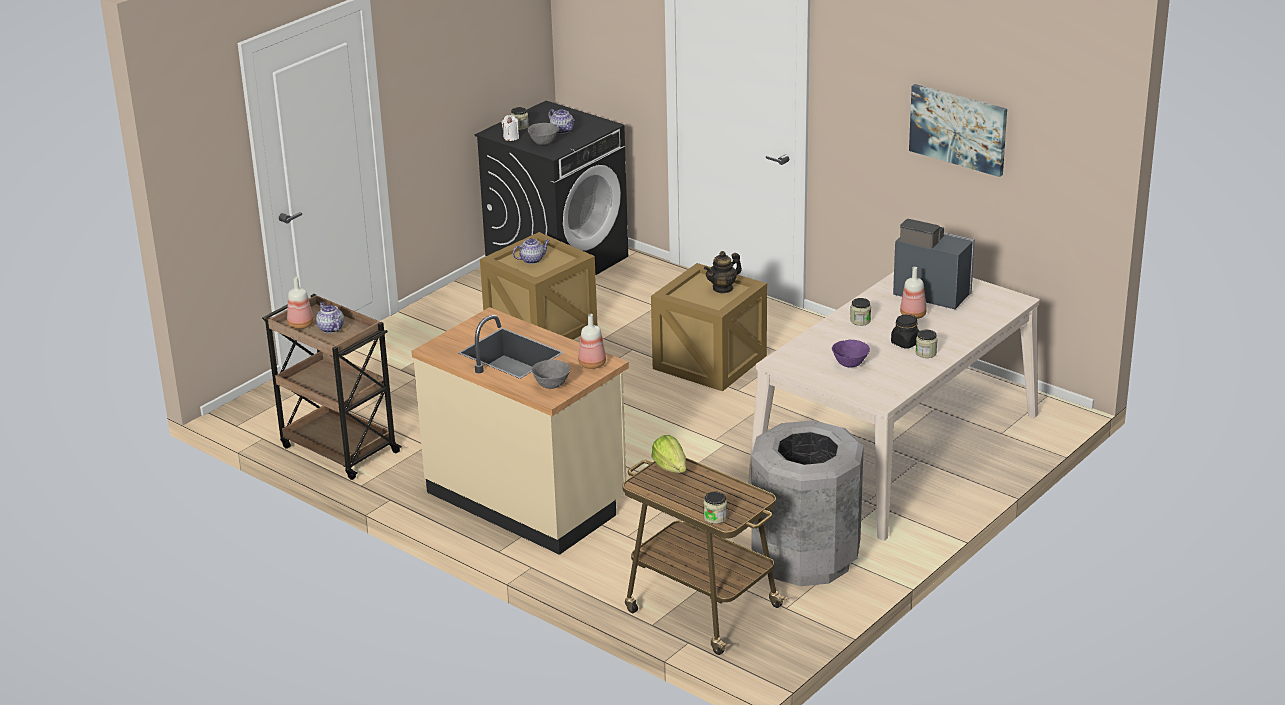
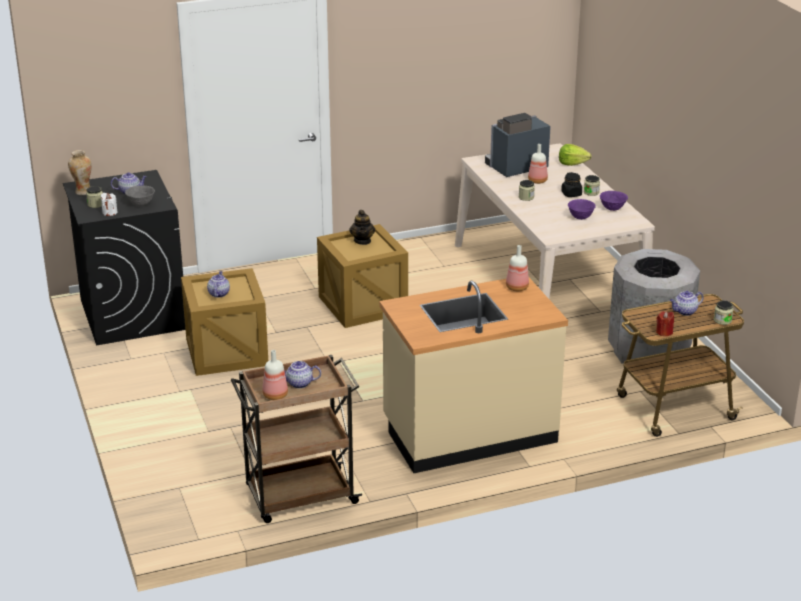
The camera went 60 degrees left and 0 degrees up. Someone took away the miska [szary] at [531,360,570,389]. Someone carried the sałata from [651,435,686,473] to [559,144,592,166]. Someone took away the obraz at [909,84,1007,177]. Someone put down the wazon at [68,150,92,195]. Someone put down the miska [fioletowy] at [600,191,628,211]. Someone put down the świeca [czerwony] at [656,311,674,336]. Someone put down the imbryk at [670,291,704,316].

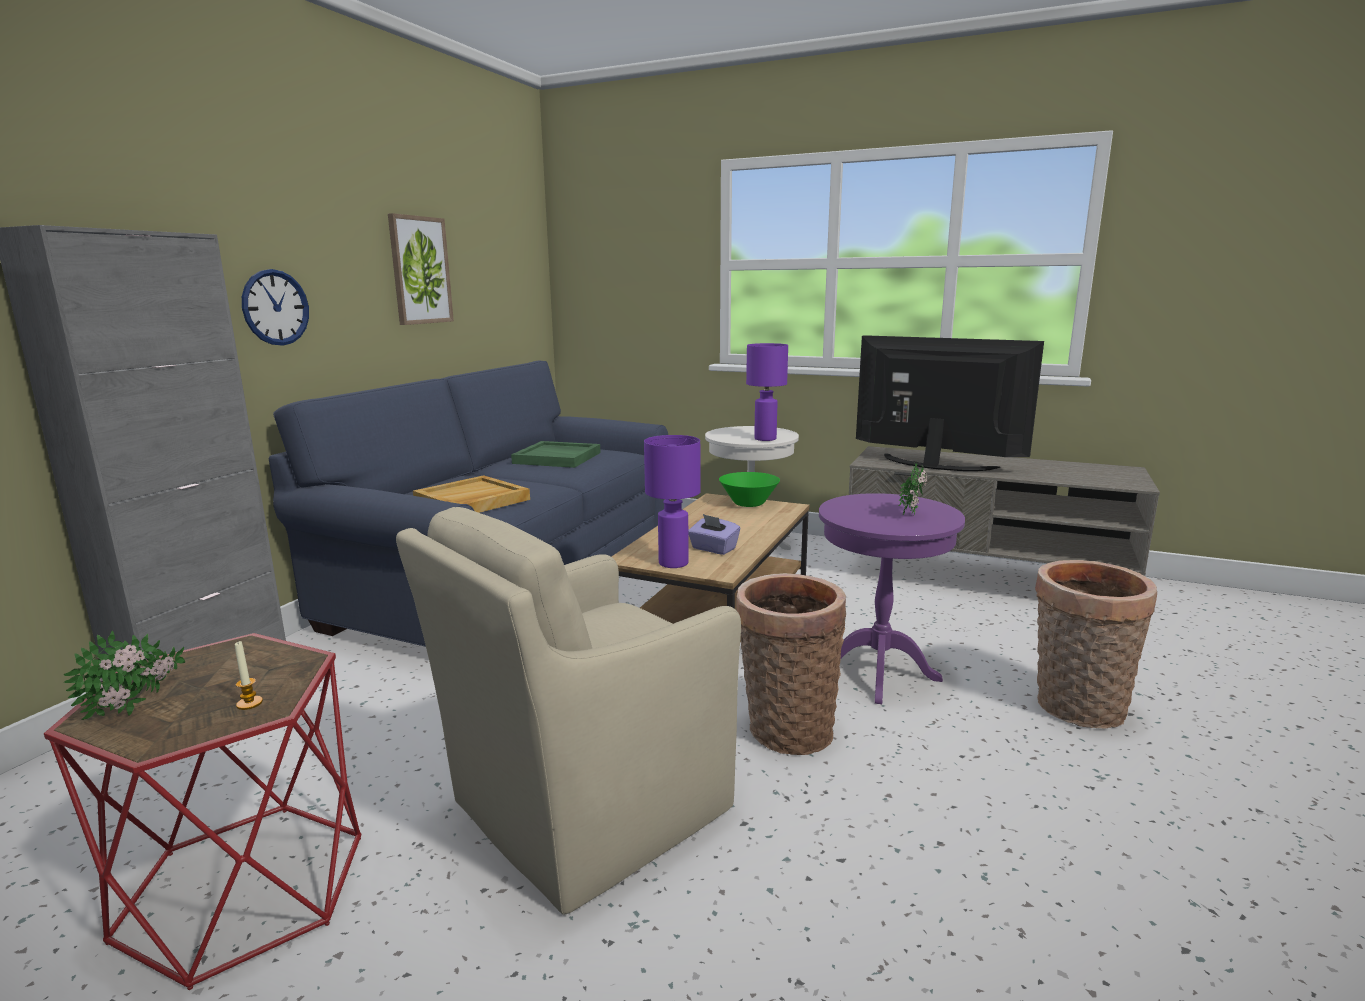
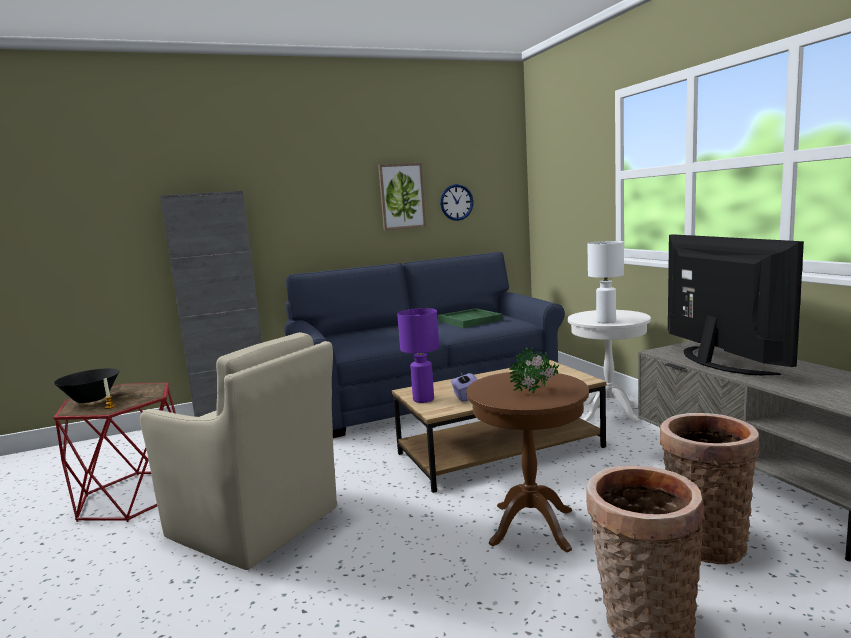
The camera went 45 degrees right and 5 degrees down. Someone swapped the roślina doniczkowa at [64,631,185,720] for the miska [czarny] at [54,368,119,403]. Someone carried the zegar ścienny from [242,269,309,346] to [440,184,473,221]. Someone rotated the fotel [beżowy] at [396,507,741,914] by 150 degrees counterclockwise. Someone took away the taca [beżowy] at [413,475,530,513]. Someone took away the miska [zielony] at [719,472,780,507]. Someone carried the koszyk from [736,573,846,755] to [660,413,760,564]. Someone repainted the lampa stołowa [fioletowy] at [746,343,788,441], which became the lampa stołowa [biały] at [587,241,624,324]. Someone repainted the stolik [fioletowy] at [819,493,965,704], which became the stolik [brązowy] at [466,371,589,552].

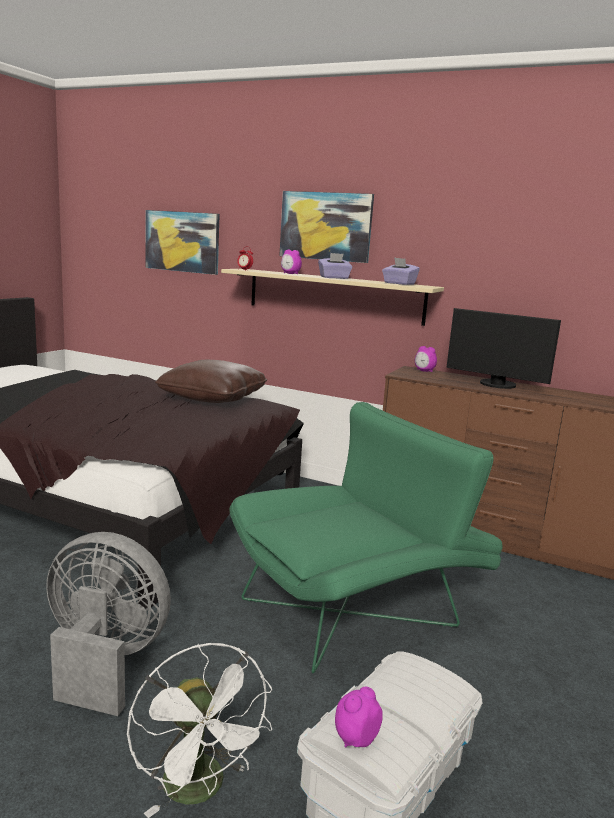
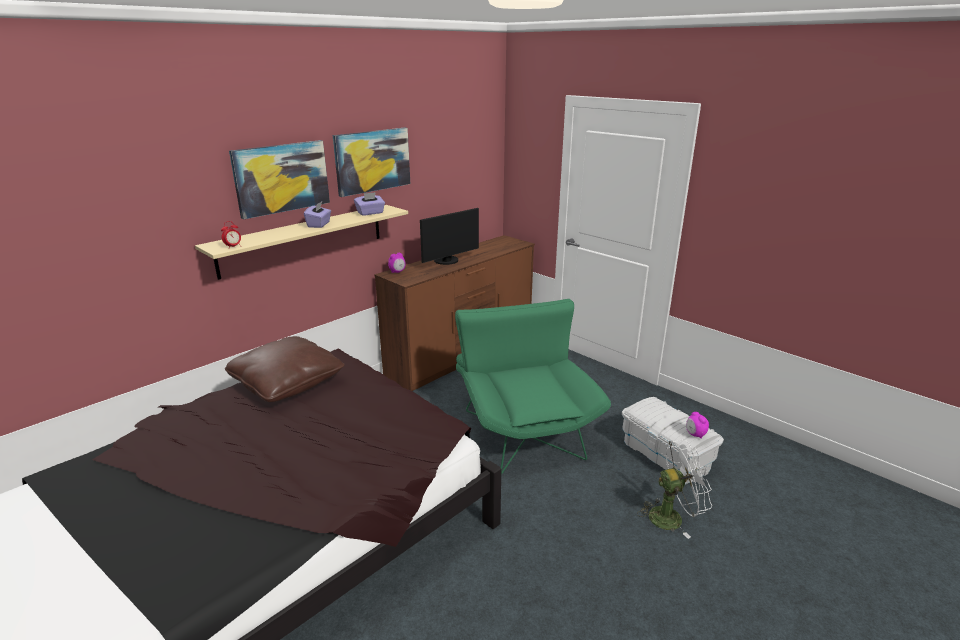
The camera went 70 degrees left and 10 degrees up. Someone took away the wentylator [szary] at [46,532,171,716]. Someone carried the obraz from [145,210,220,275] to [333,128,410,197]. Someone took away the budzik at [281,250,302,274].

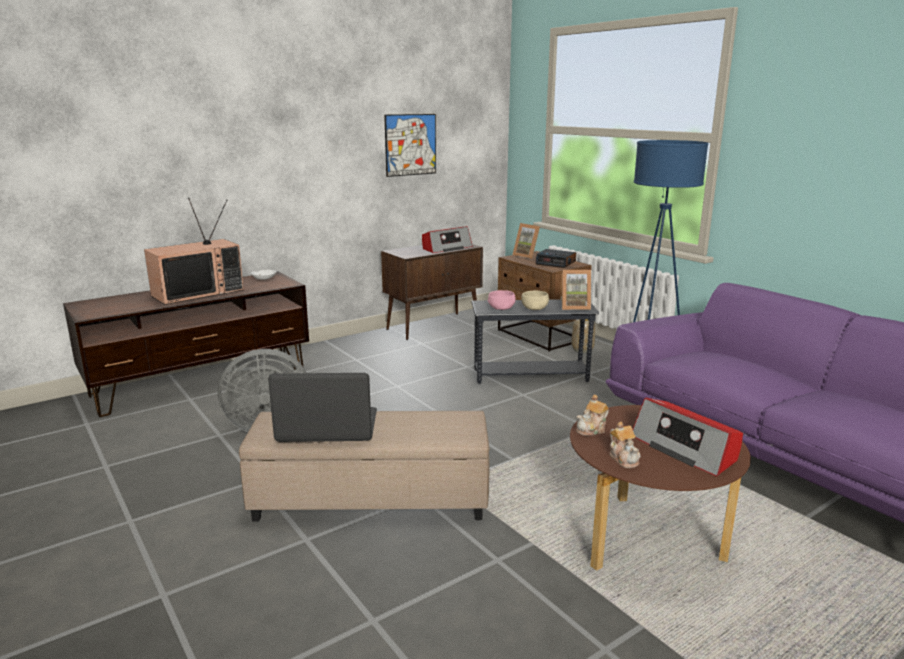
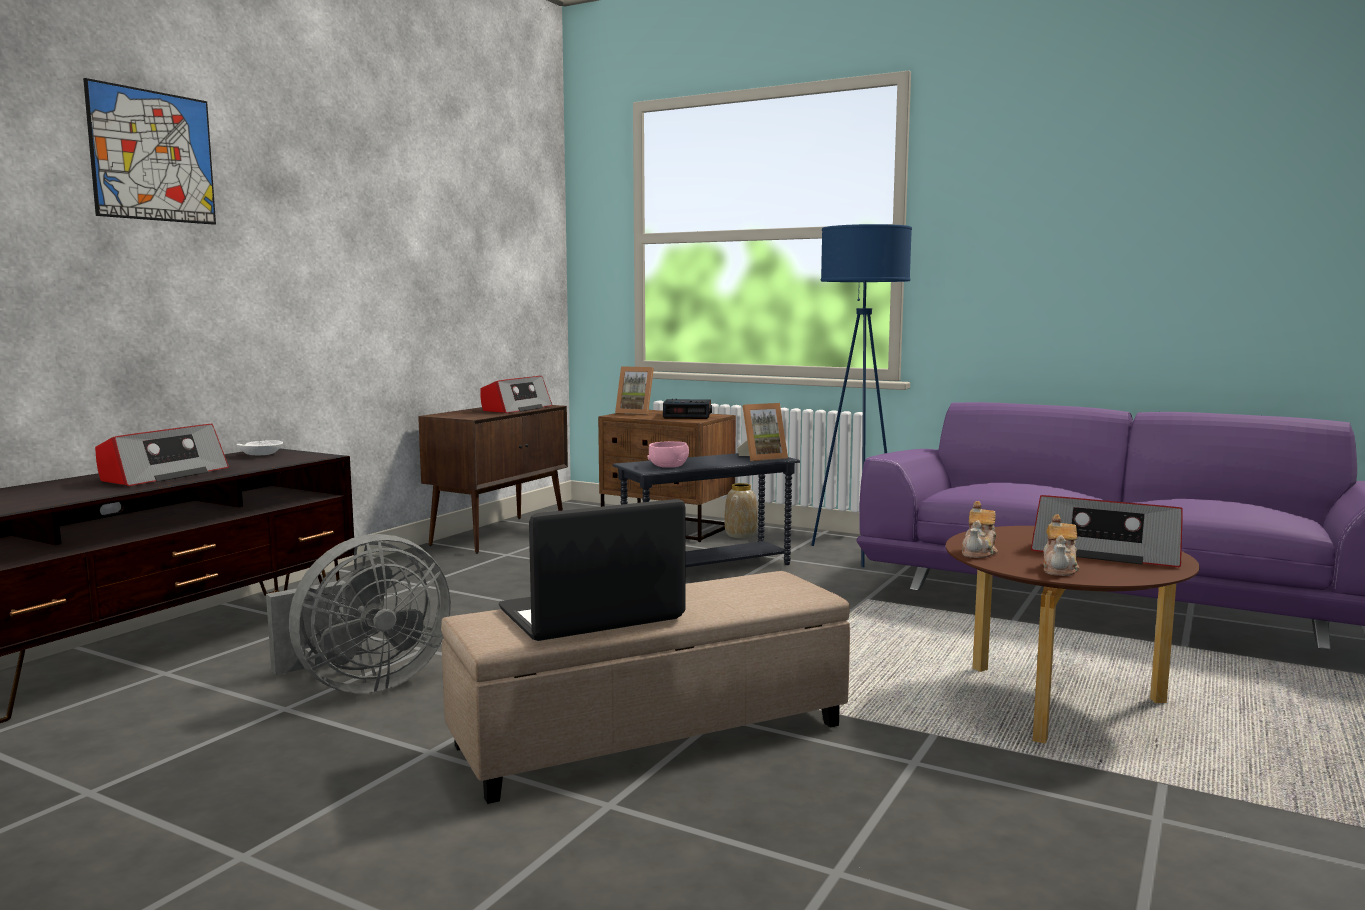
The camera went 25 degrees left and 10 degrees down. Someone swapped the telewizor at [144,198,244,305] for the radio at [95,424,229,486]. Someone carried the obraz from [384,114,436,177] to [83,78,216,225]. Someone took away the miska [beżowy] at [521,291,549,310]. Someone rotated the imbryk at [609,421,640,468] by 60 degrees clockwise.

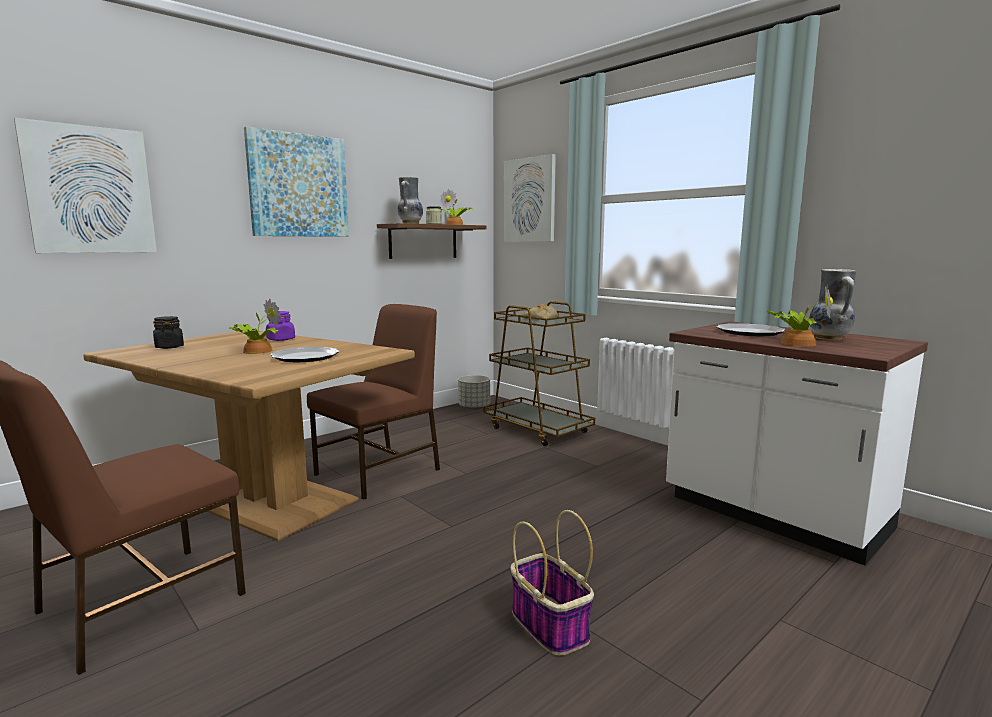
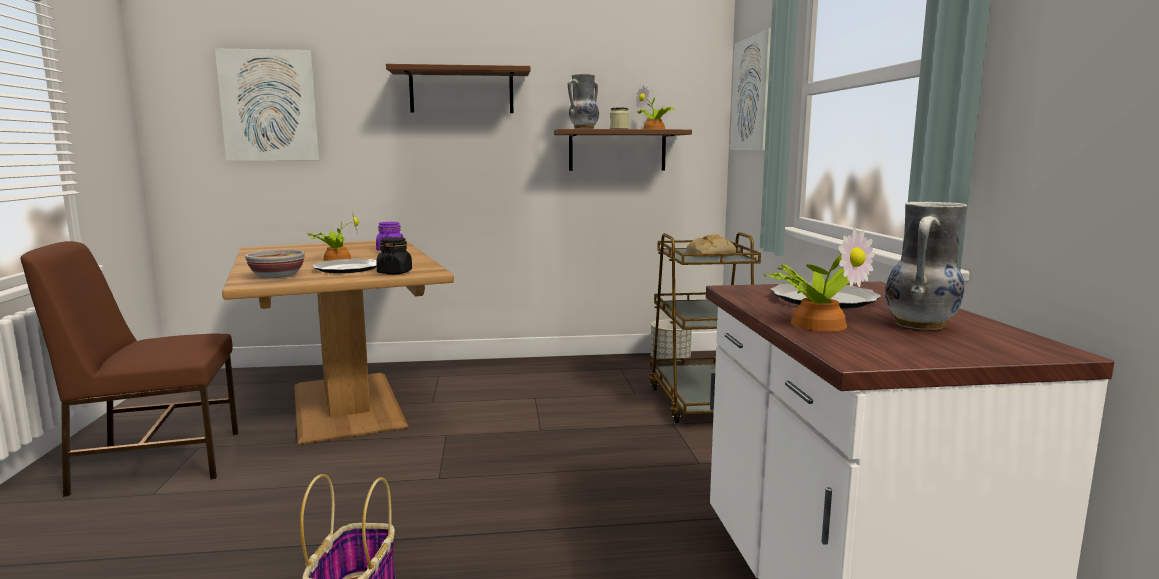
The camera went 35 degrees right and 0 degrees up. Someone carried the słoik [czarny] from [153,316,184,349] to [376,237,412,275]. Someone swapped the obraz at [244,127,349,237] for the półka [brązowy] at [386,64,530,113]. Someone took away the krzesło [brązowy] at [307,304,440,500]. Someone put down the miska at [245,249,305,278].

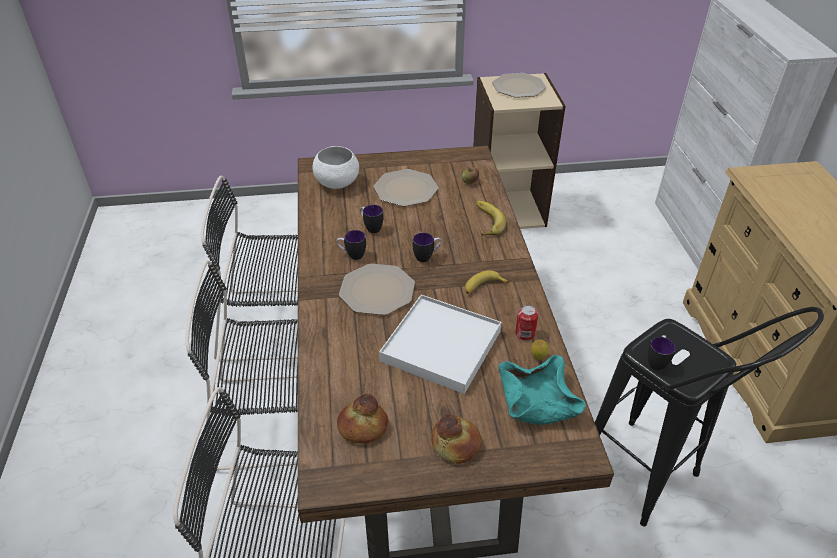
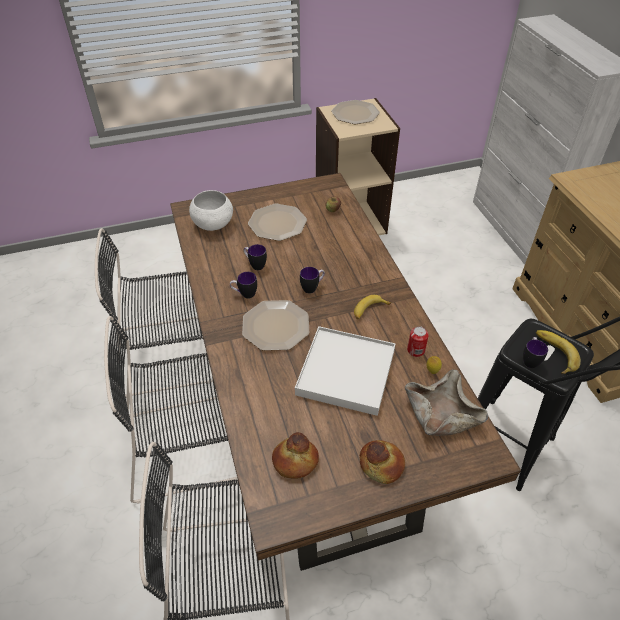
The camera went 10 degrees left and 5 degrees up. Someone carried the banan from [476,201,506,236] to [536,330,581,374]. Someone repainted the miska [turkusowy] at [498,355,586,425], which became the miska [beżowy] at [405,370,488,436].

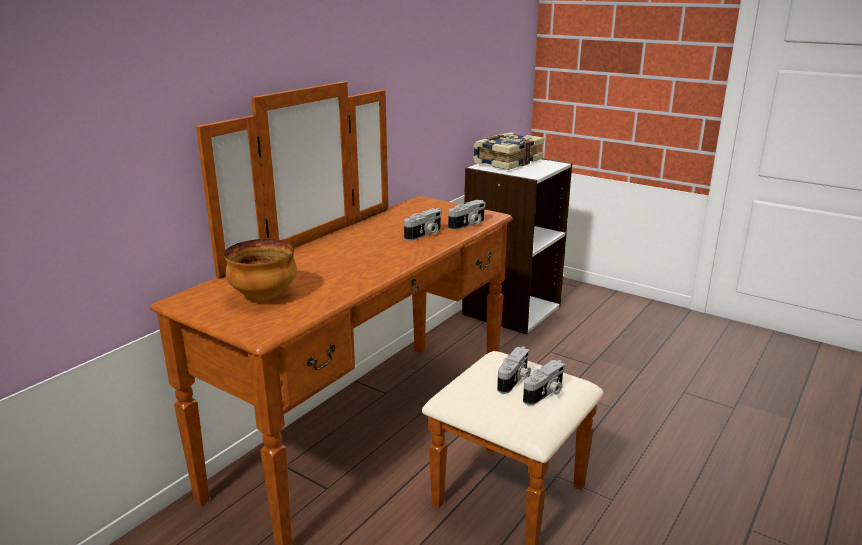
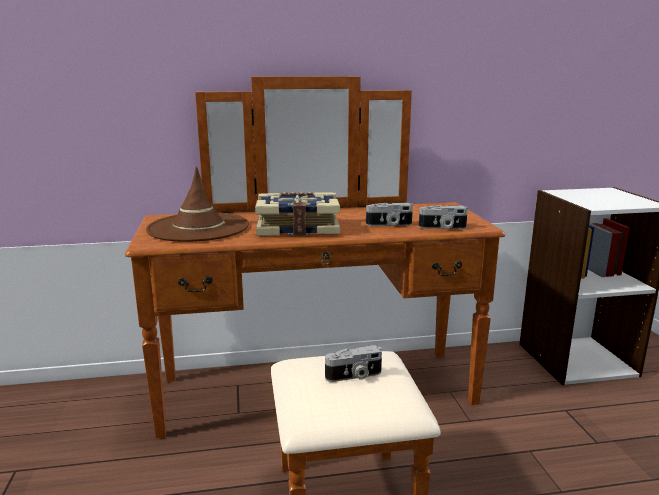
The camera went 45 degrees right and 5 degrees down. Someone swapped the miska at [224,239,297,299] for the kapelusz [brązowy] at [146,167,249,242]. Someone carried the książka from [473,132,544,170] to [255,192,340,236]. Someone took away the aparat fotograficzny at [523,359,565,405].

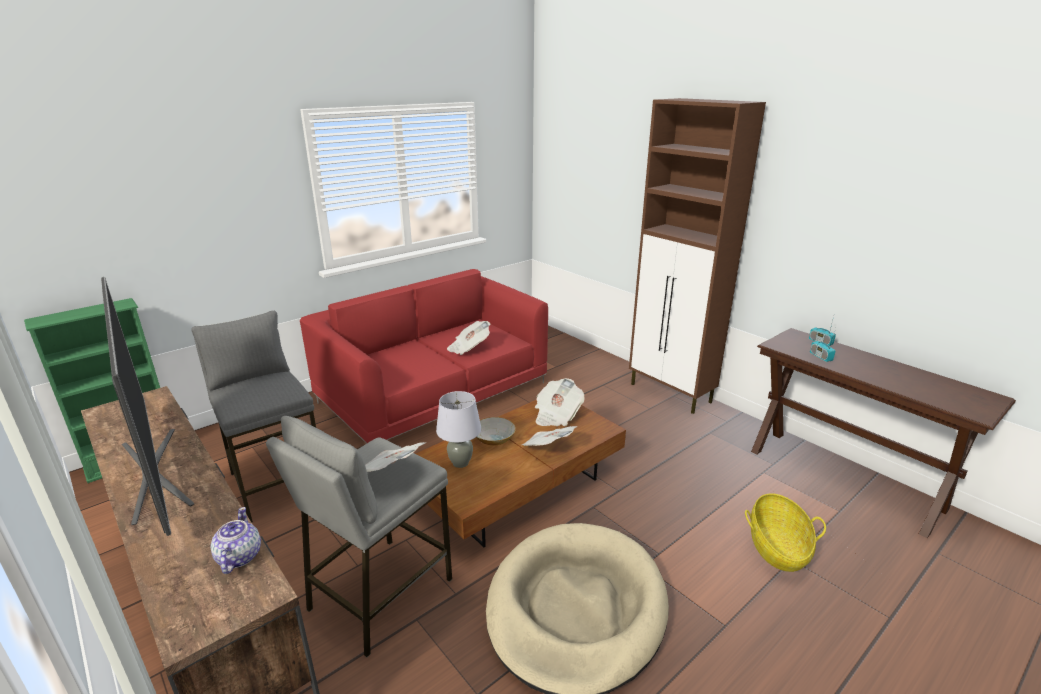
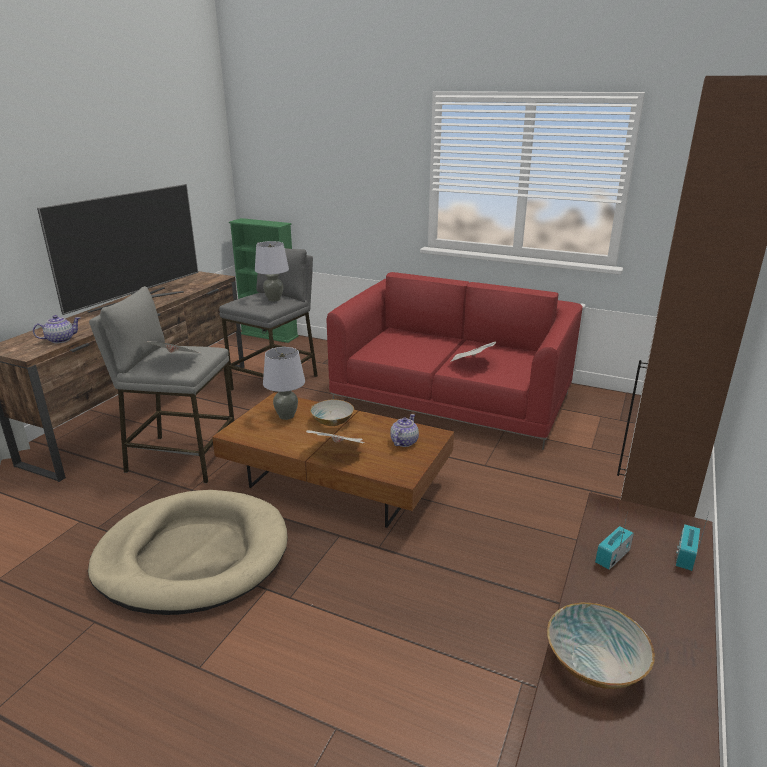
The camera went 65 degrees right and 0 degrees up. Someone swapped the gazeta at [535,378,584,426] for the imbryk at [390,414,419,447]. Someone took away the koszyk at [745,493,826,572]. Someone put down the lampa stołowa [szary] at [255,241,289,302]. Someone put down the miska at [547,603,655,689].

